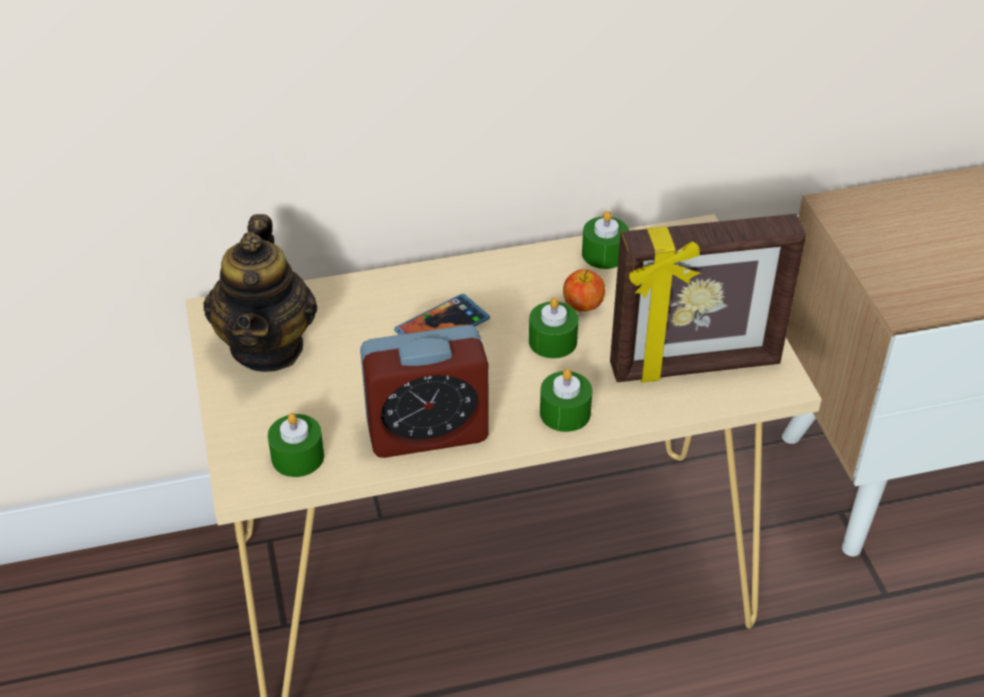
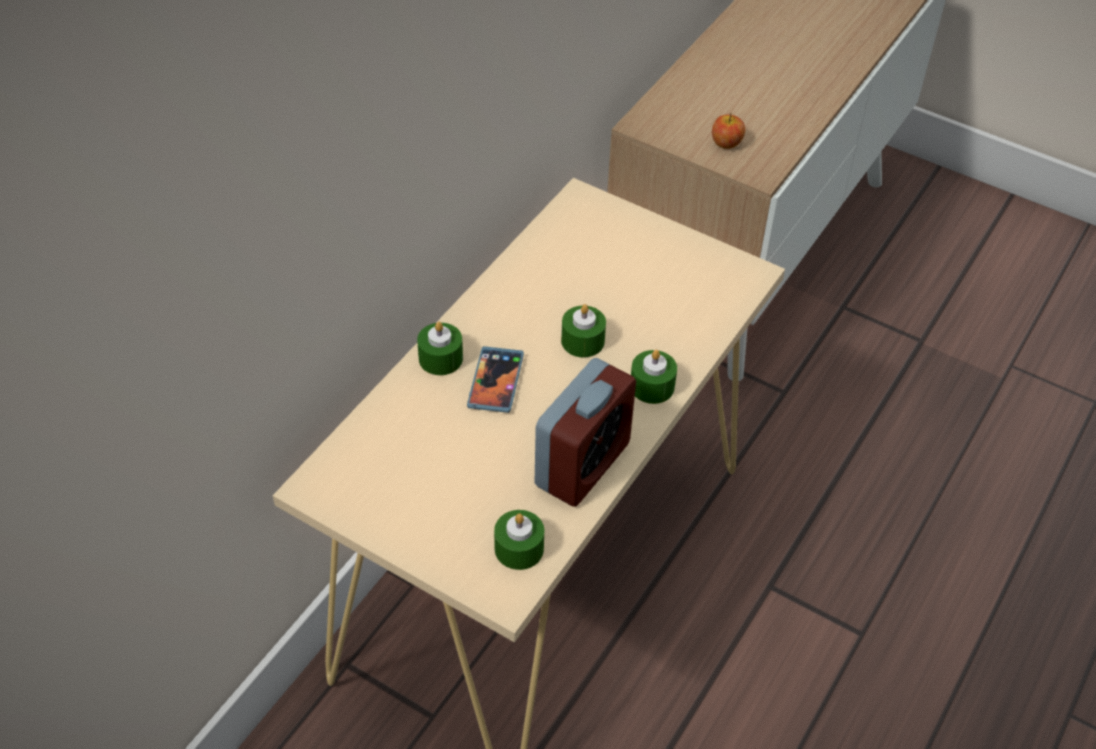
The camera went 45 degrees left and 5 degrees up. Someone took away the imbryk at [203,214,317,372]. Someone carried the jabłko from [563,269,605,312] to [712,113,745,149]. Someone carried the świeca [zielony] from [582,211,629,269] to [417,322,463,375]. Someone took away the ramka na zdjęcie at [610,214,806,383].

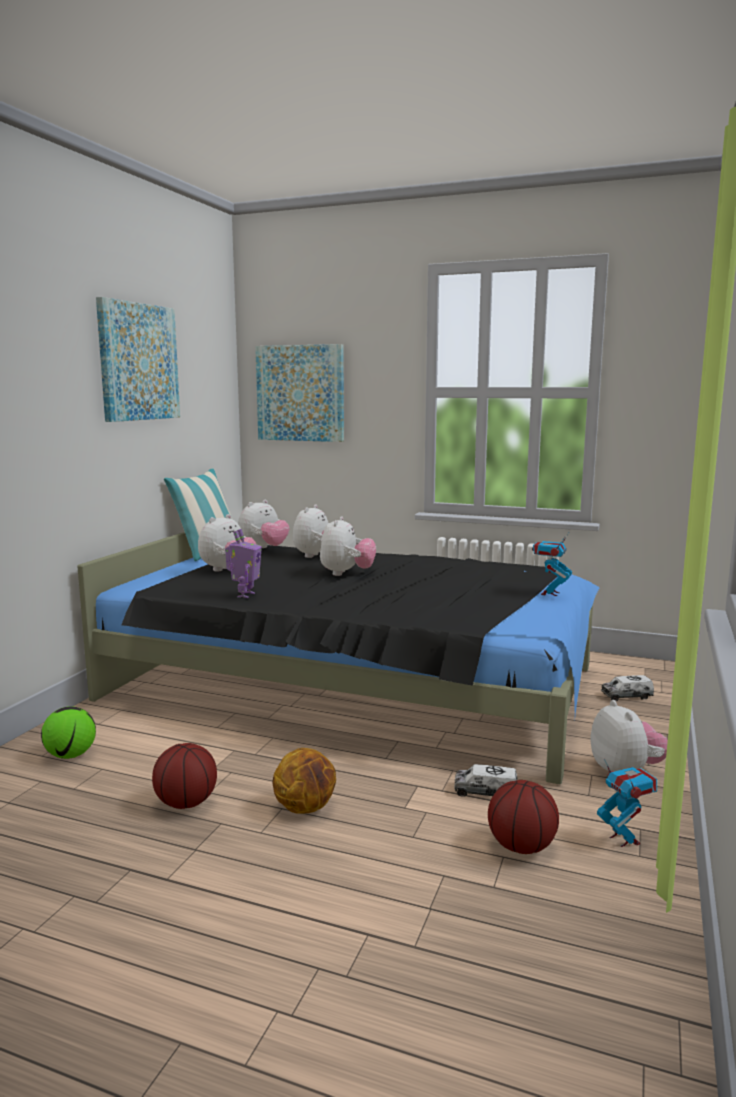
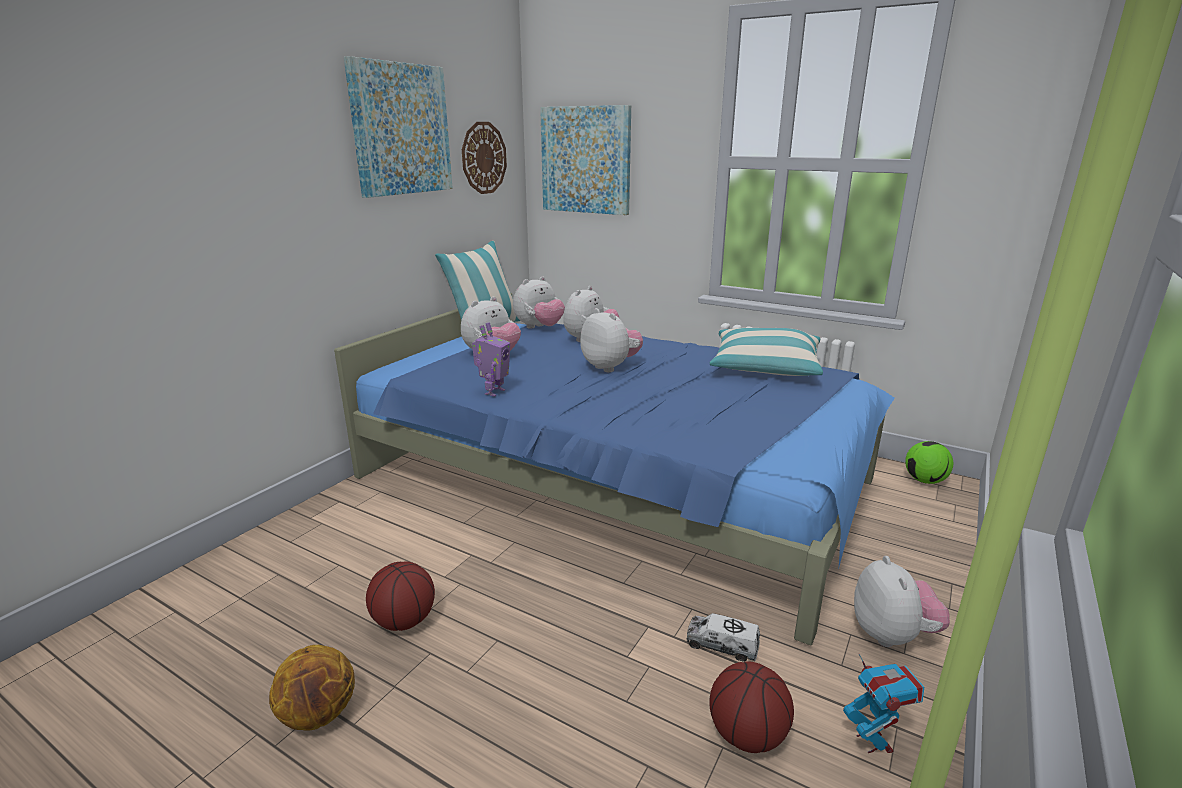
The camera went 10 degrees right and 10 degrees up. Someone carried the piłka futbolowa from [41,707,96,759] to [905,441,954,484]. Someone repainted the łóżko [czarny] at [77,532,600,785], which became the łóżko [niebieski] at [334,293,895,646]. Someone carried the piłka do koszykówki from [272,748,336,814] to [269,645,355,730]. Someone rotated the pluszak at [320,516,376,576] by 60 degrees counterclockwise. Someone took away the robot zabawkowy at [532,533,572,596]. Someone took away the ciężarówka zabawkowa at [601,675,654,701]. Someone put up the zegar ścienny at [462,122,507,194]. Someone put down the poduszka at [710,328,823,376].

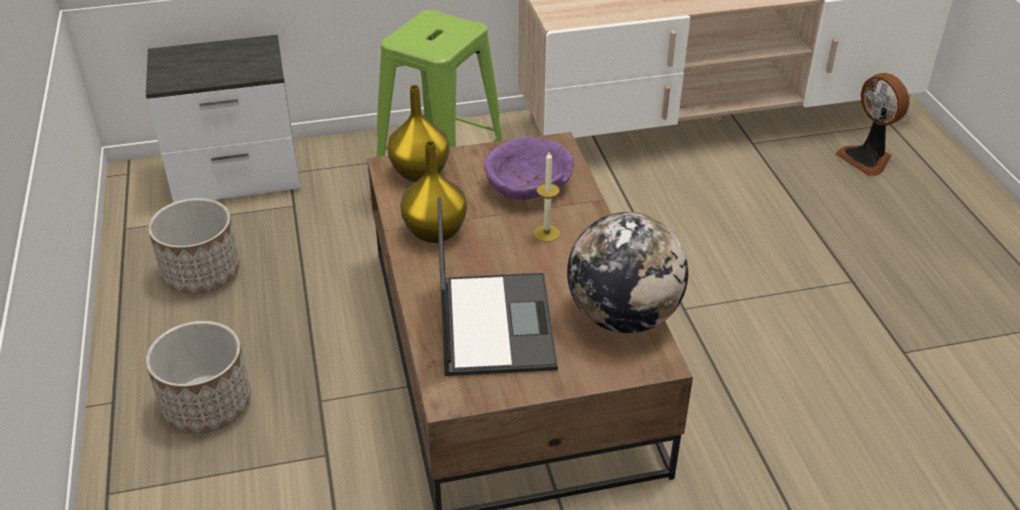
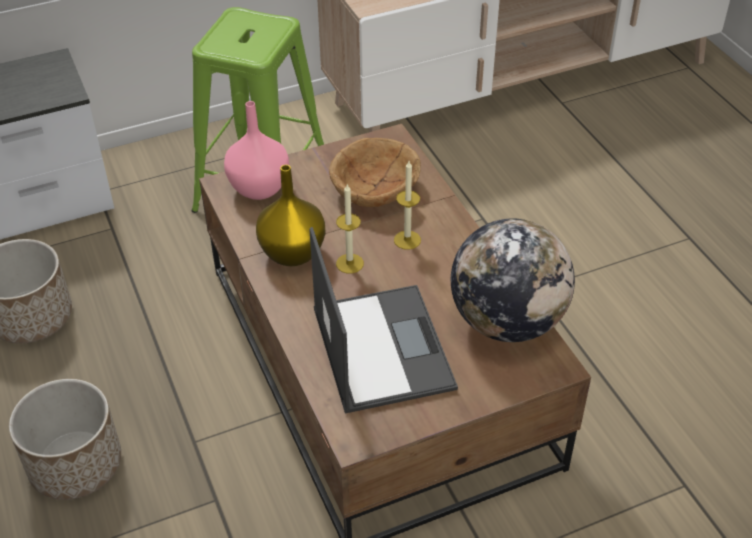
The camera went 10 degrees left and 5 degrees up. Someone repainted the wazon [żółty] at [387,85,449,182], which became the wazon [różowy] at [224,101,289,200]. Someone repainted the miska [fioletowy] at [484,137,574,200], which became the miska [brązowy] at [329,138,421,207]. Someone took away the wentylator at [835,73,909,176]. Someone put down the świeca at [336,183,364,274].

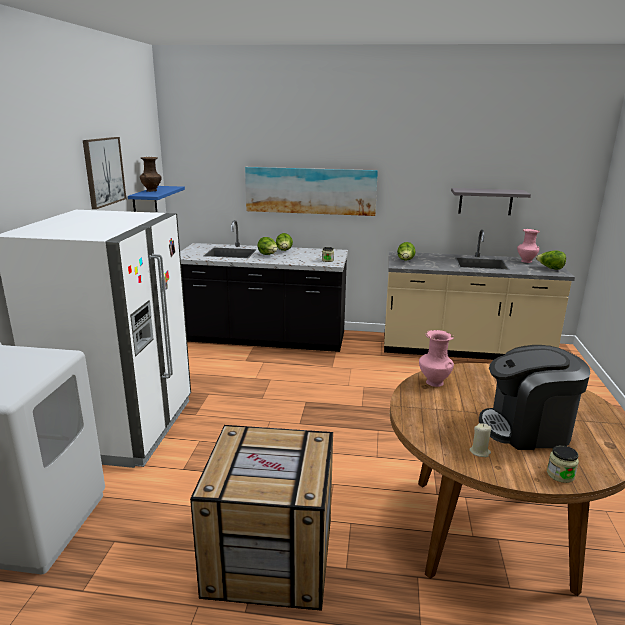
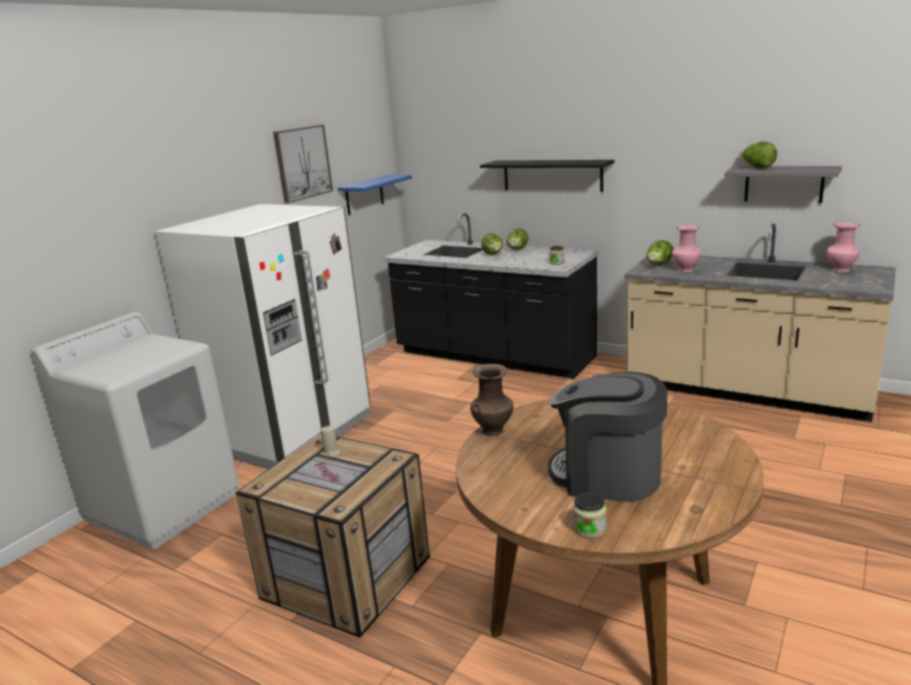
The camera went 25 degrees right and 0 degrees up. Someone carried the wazon [brązowy] from [140,157,162,192] to [470,364,513,436]. Someone swapped the obraz at [245,167,378,216] for the półka [czarny] at [480,160,615,192]. Someone carried the wazon [różowy] from [419,330,454,387] to [672,225,701,272]. Someone carried the świeca [beżowy] from [469,423,491,457] to [321,425,340,457]. Someone carried the sałata from [536,250,566,270] to [740,141,777,168].

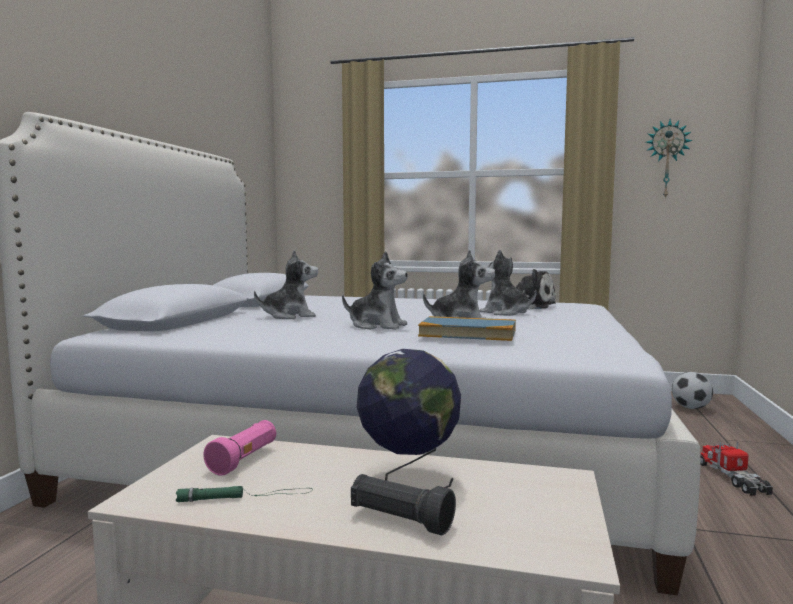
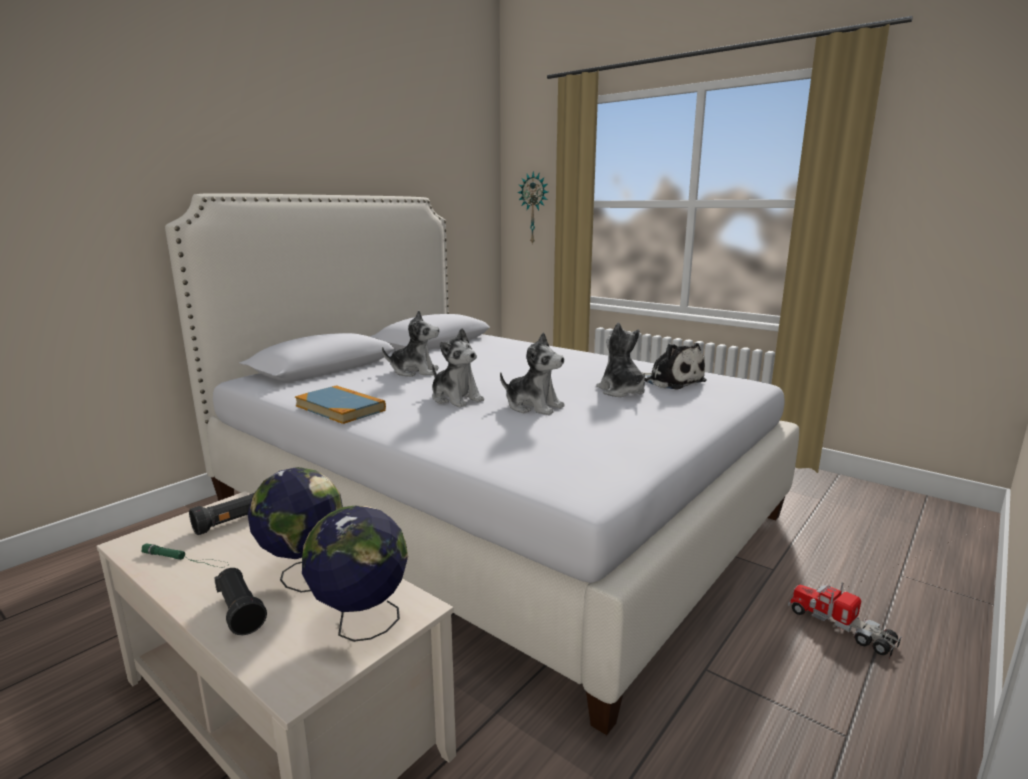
The camera went 25 degrees right and 10 degrees up. Someone repainted the latarka [różowy] at [204,420,276,476], which became the latarka [czarny] at [189,493,254,535]. Someone carried the książka from [418,316,516,341] to [295,385,386,424]. Someone carried the zegar ścienny from [646,119,693,199] to [517,171,548,245]. Someone took away the piłka futbolowa at [672,372,713,409]. Someone rotated the ciężarówka zabawkowa at [700,441,773,496] by 60 degrees counterclockwise. Someone put down the globus at [302,506,408,642].

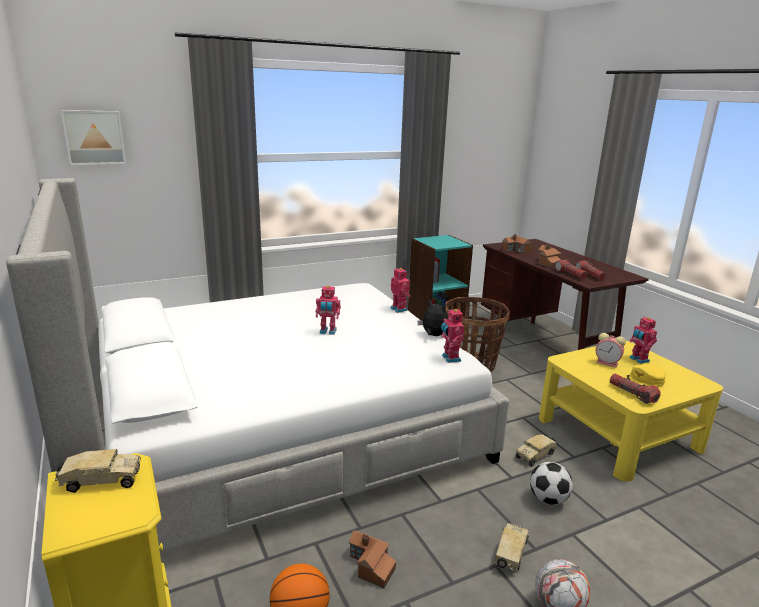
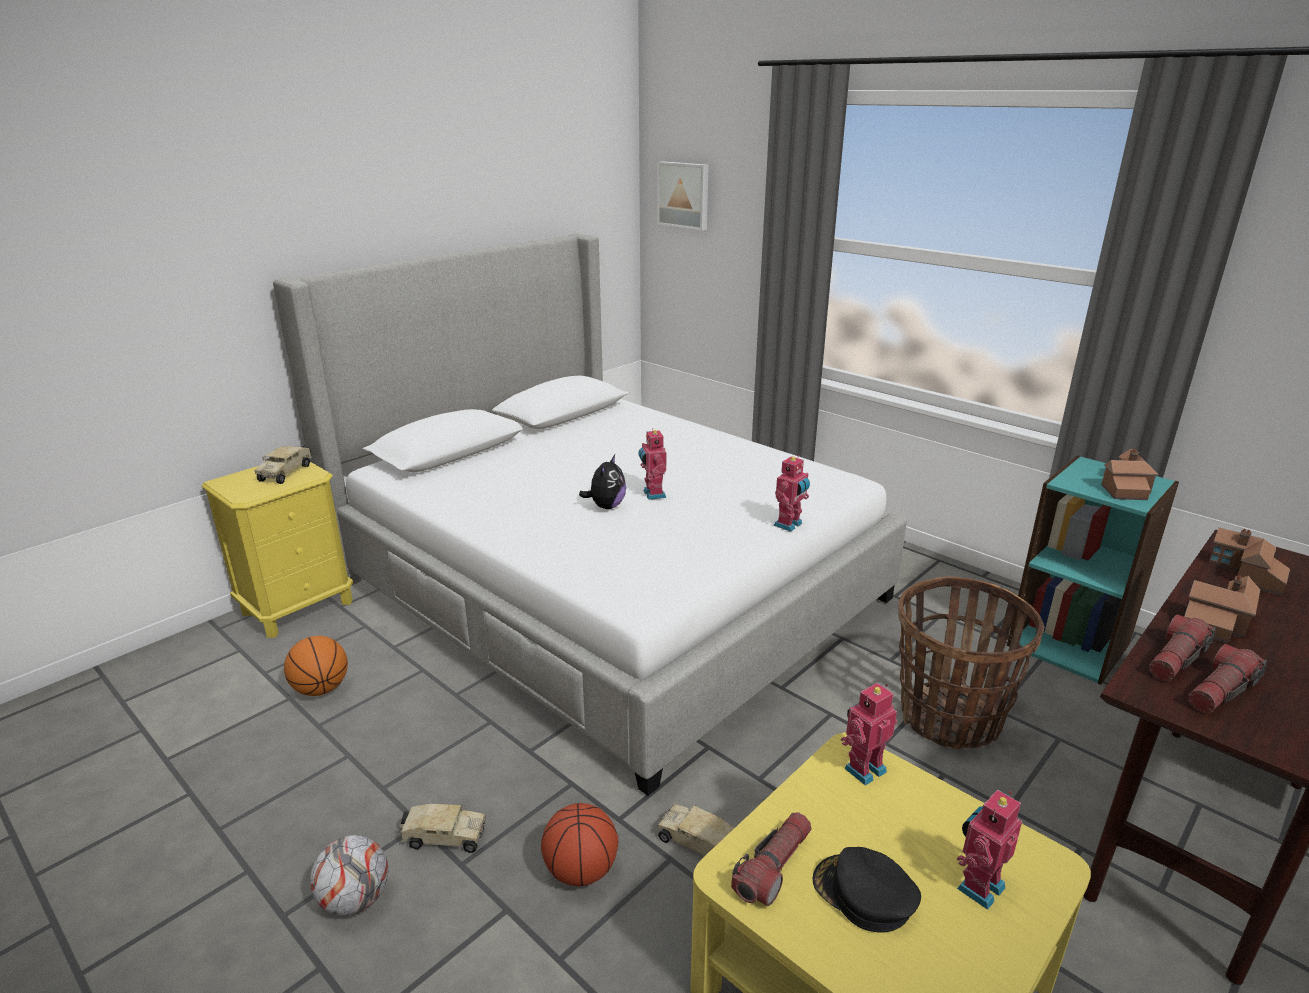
The camera went 70 degrees right and 5 degrees up. Someone rotated the ciężarówka zabawkowa at [55,449,141,493] by 45 degrees clockwise. Someone carried the domek from [349,531,396,588] to [1101,448,1158,500]. Someone carried the pluszak from [418,299,448,336] to [579,455,626,509]. Someone carried the robot zabawkowy from [441,307,464,363] to [841,683,897,786]. Someone swapped the piłka futbolowa at [530,462,573,505] for the piłka do koszykówki at [541,803,618,886]. Someone took away the budzik at [596,333,626,368]. Someone repainted the czapka z daszkiem [żółty] at [625,364,666,386], which became the czapka z daszkiem [czarny] at [813,847,921,932].

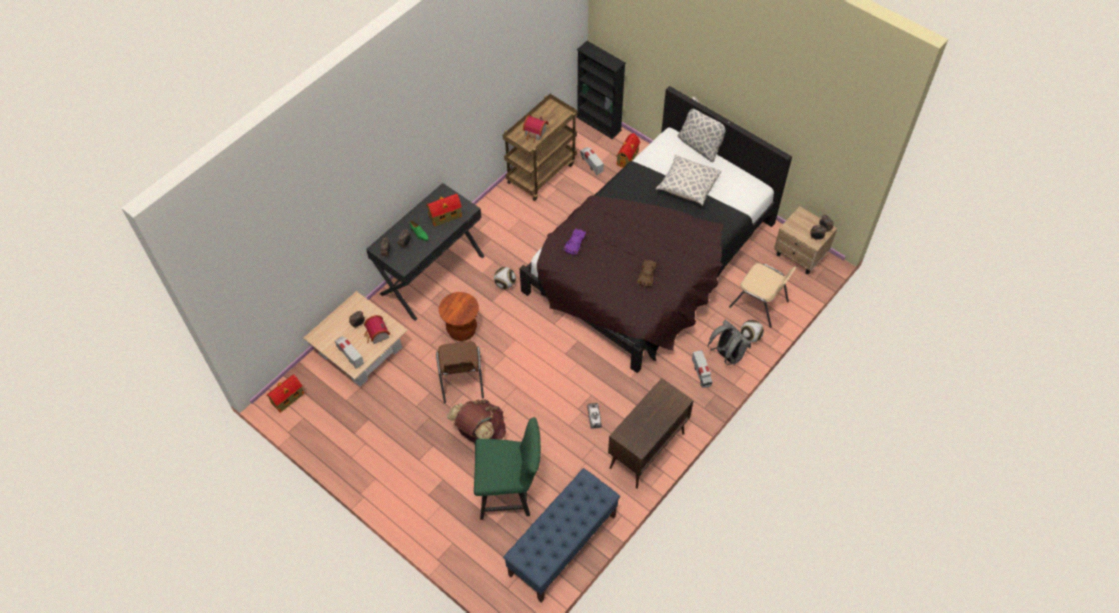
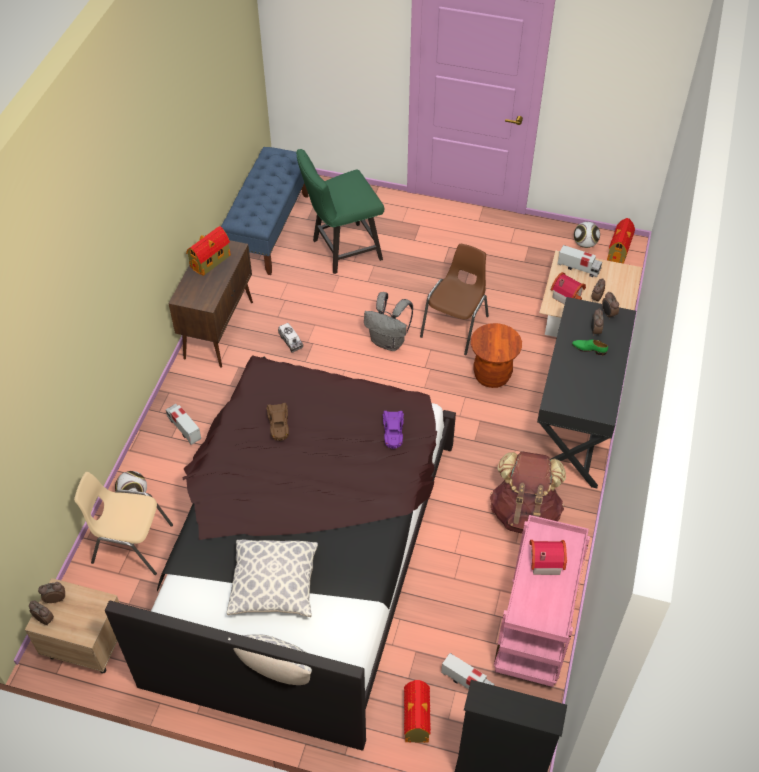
The camera went 155 degrees right and 5 degrees down. Someone carried the domek from [426,194,462,227] to [186,226,231,276]. Someone rotated the krzesło [brązowy] at [436,341,484,403] by 60 degrees clockwise. Someone carried the plecak [brązowy] from [447,399,506,443] to [490,452,566,534]. Someone carried the piłka futbolowa from [494,267,516,289] to [574,222,600,248]. Someone repainted the wózek [brązowy] at [503,94,577,201], which became the wózek [różowy] at [494,515,590,687]. Someone carried the plecak [szary] from [708,320,751,365] to [364,292,413,351].

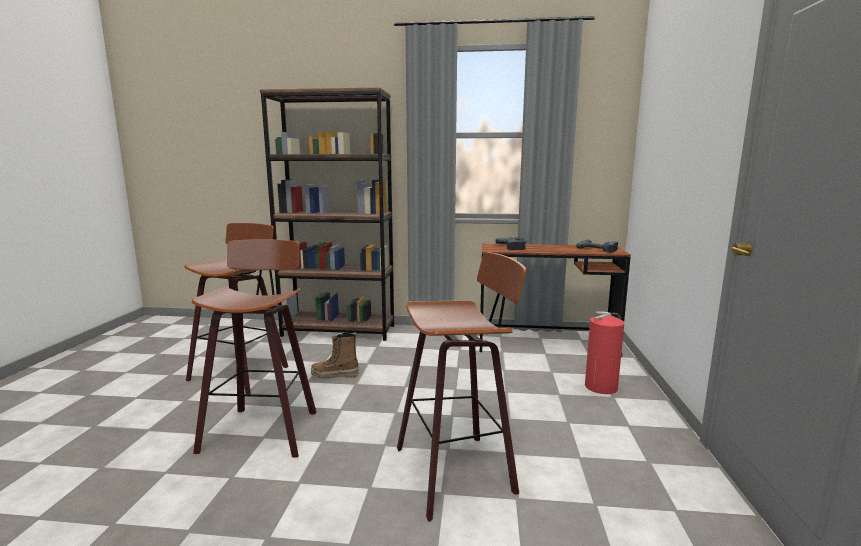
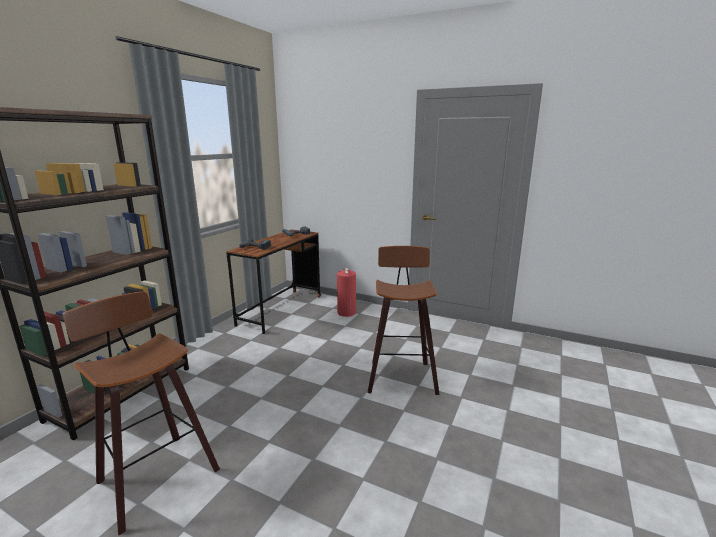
The camera went 70 degrees left and 5 degrees up. Someone took away the stołek at [192,239,316,458]. Someone took away the but z cholewką at [311,332,359,379].

